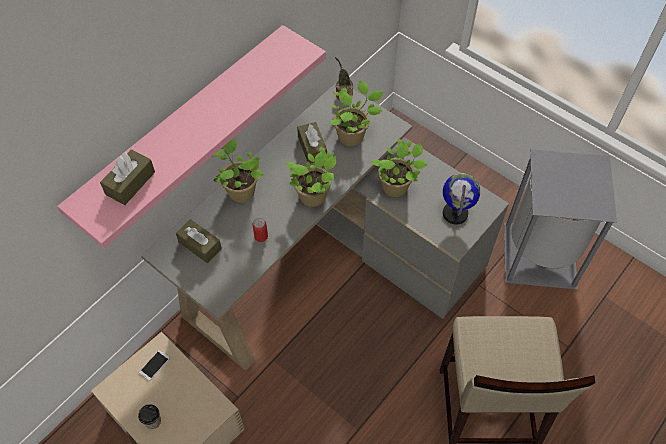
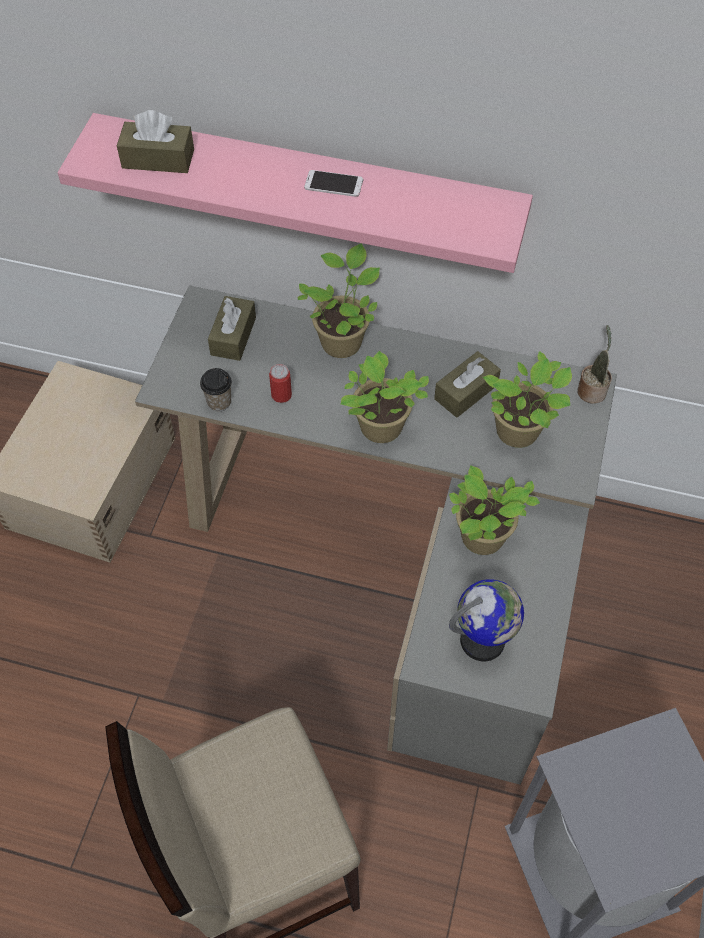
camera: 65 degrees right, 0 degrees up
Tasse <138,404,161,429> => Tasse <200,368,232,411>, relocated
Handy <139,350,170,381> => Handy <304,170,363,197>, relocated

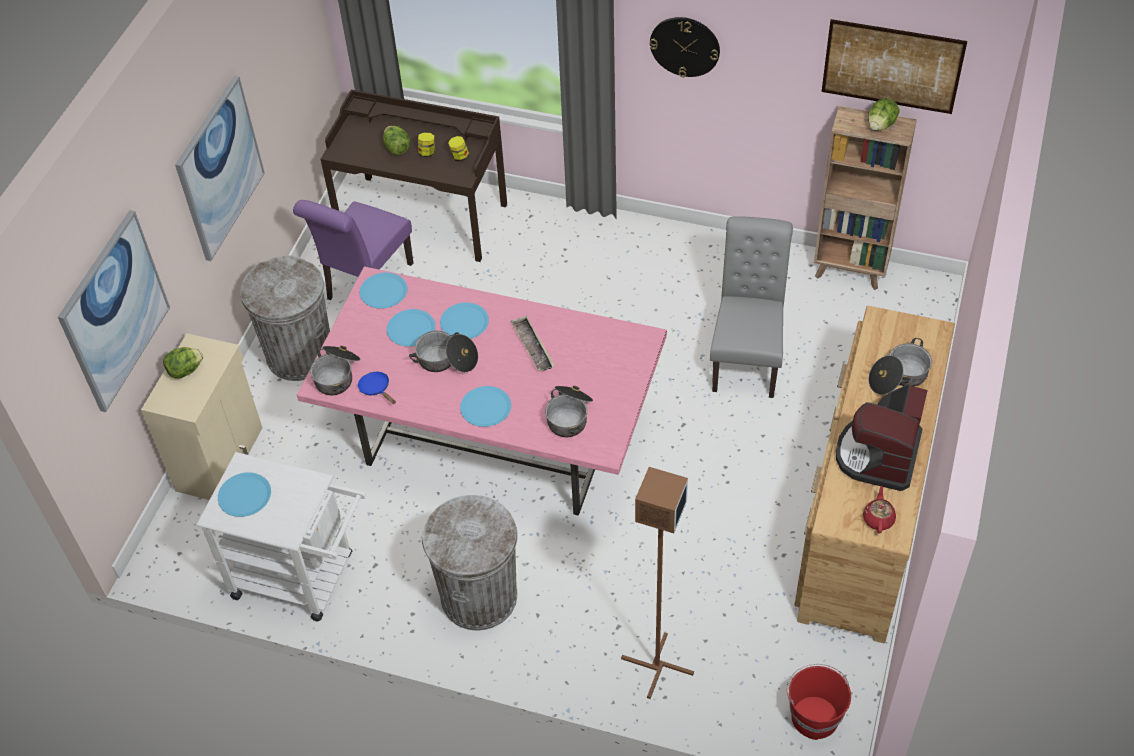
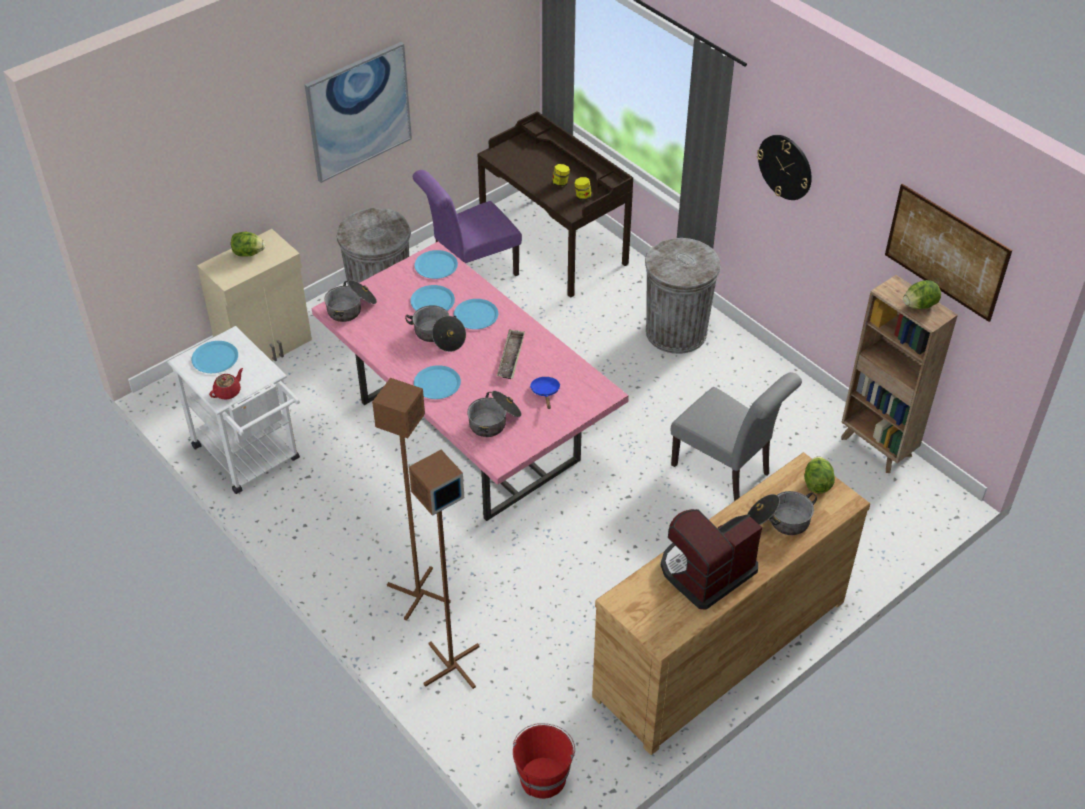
camera: 30 degrees right, 5 degrees down
Bild <58,210,170,412> => nothing
Pfanne (blau) <358,372,396,404> => Pfanne (blau) <530,377,561,409>, relocated
Salatkopf <383,126,410,155> => Salatkopf <804,456,835,494>, relocated
Mülleimer (grau) <422,495,518,630> => Mülleimer (grau) <645,238,720,354>, relocated
Stuhl (grau) <710,216,793,398> => Stuhl (grau) <671,372,802,501>, 90 degrees clockwise
Teekanne (rot) <863,486,896,534> => Teekanne (rot) <209,368,243,400>, relocated
nothing => Stehlampe (braun) <372,378,451,621>

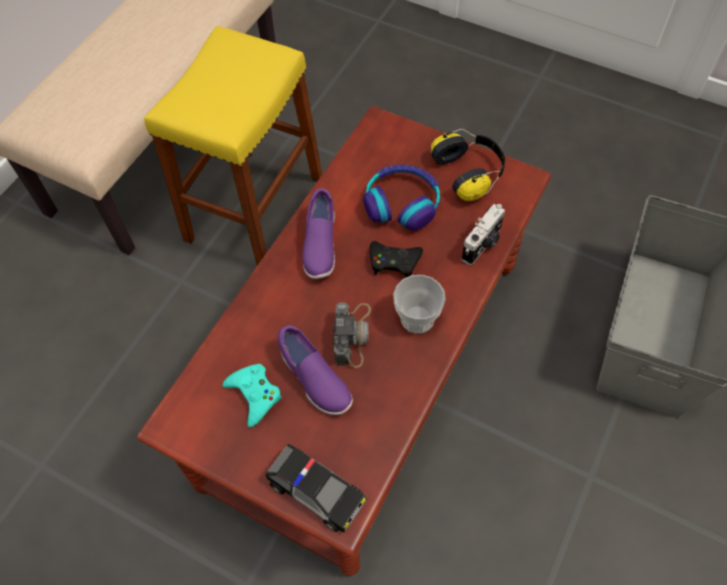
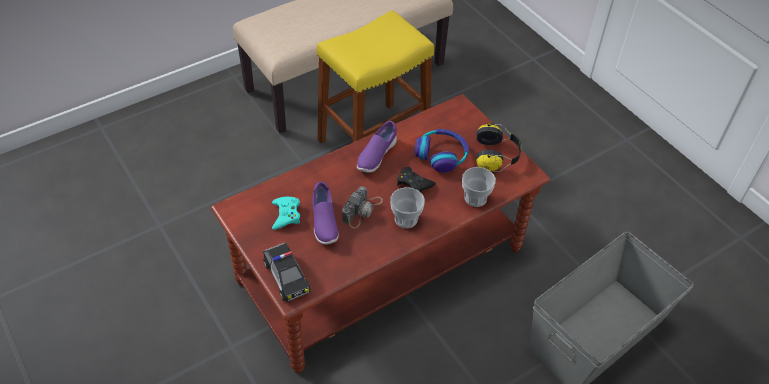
camera: 25 degrees right, 10 degrees down
Kamera <462,204,505,265> => Tasse <462,167,496,207>

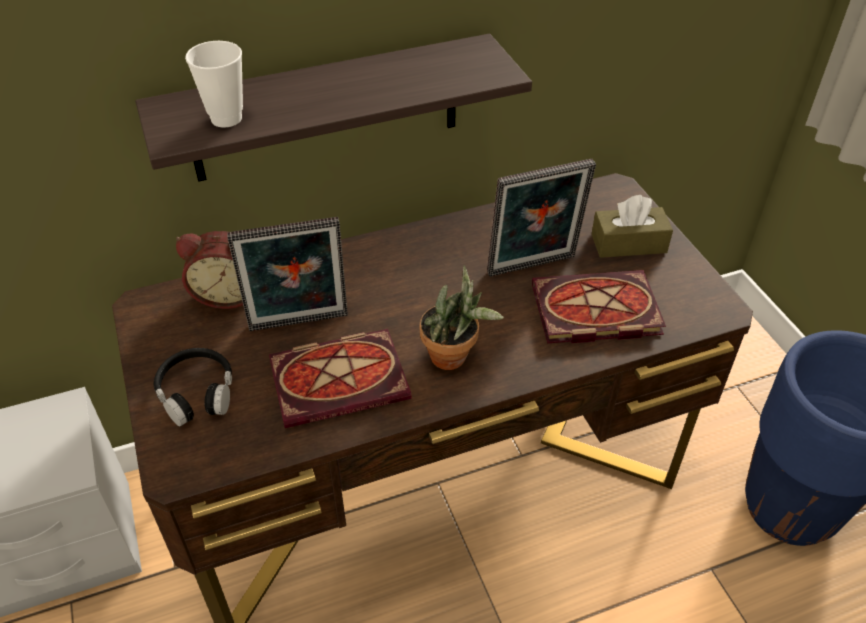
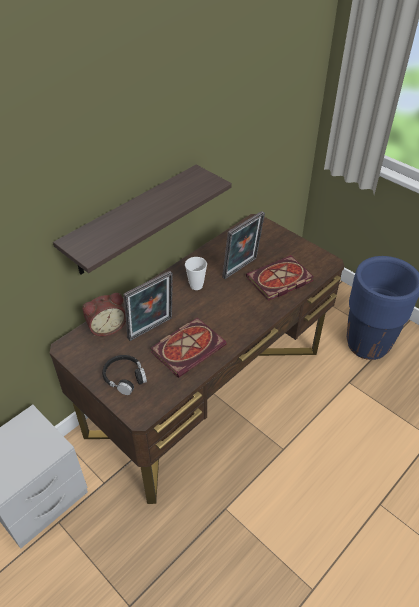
camera: 25 degrees left, 0 degrees up
Tasse <185,41,243,128> => Tasse <185,257,207,290>, relocated
Topfpflanze <419,266,504,370> => nothing
Taschentuchbox (braun) <592,195,673,258> => nothing

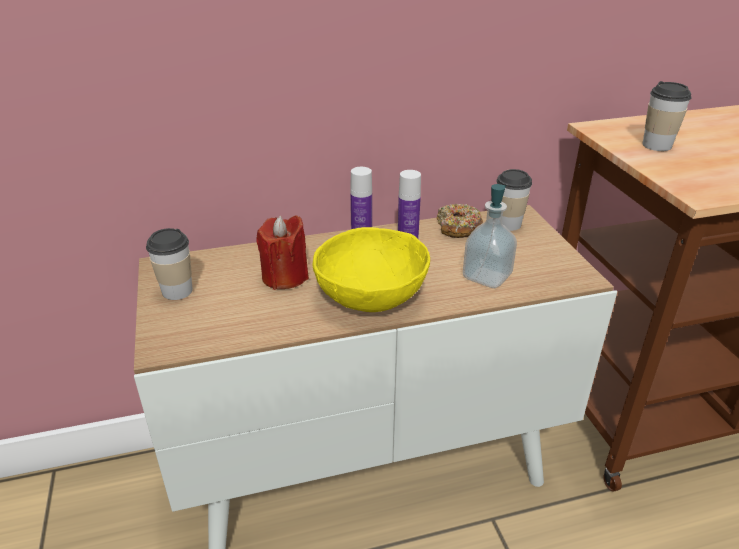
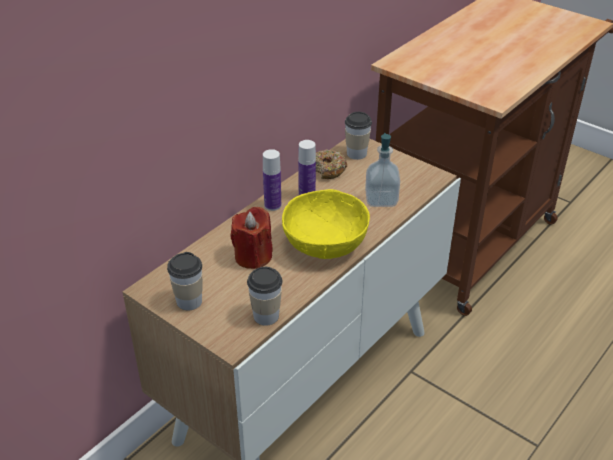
camera: 35 degrees left, 5 degrees up
Tasse <643,81,692,151> => Tasse <247,267,283,326>, relocated

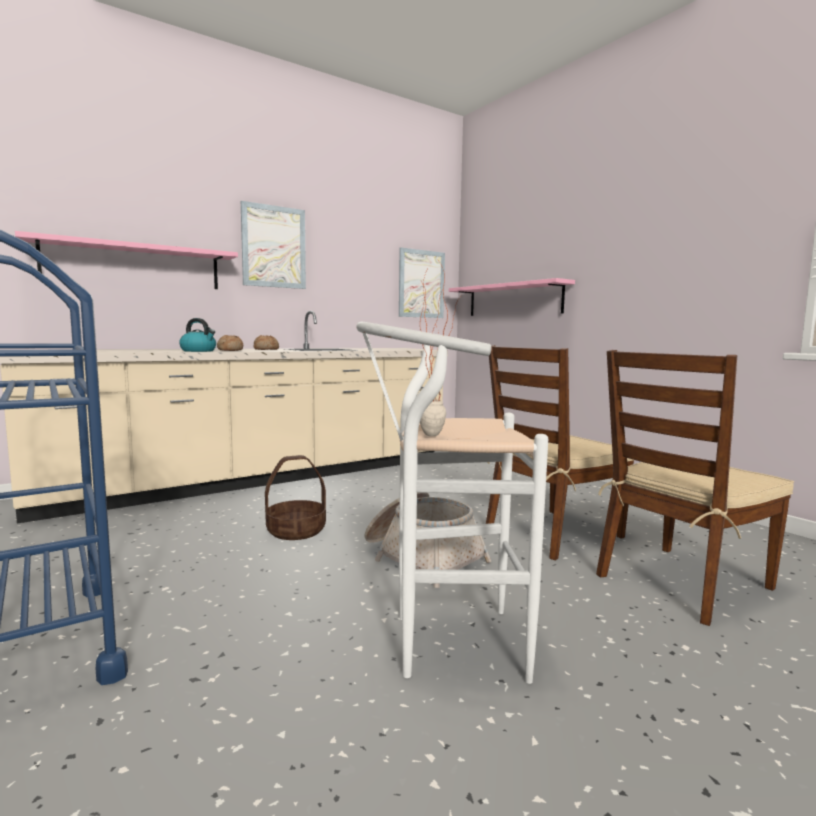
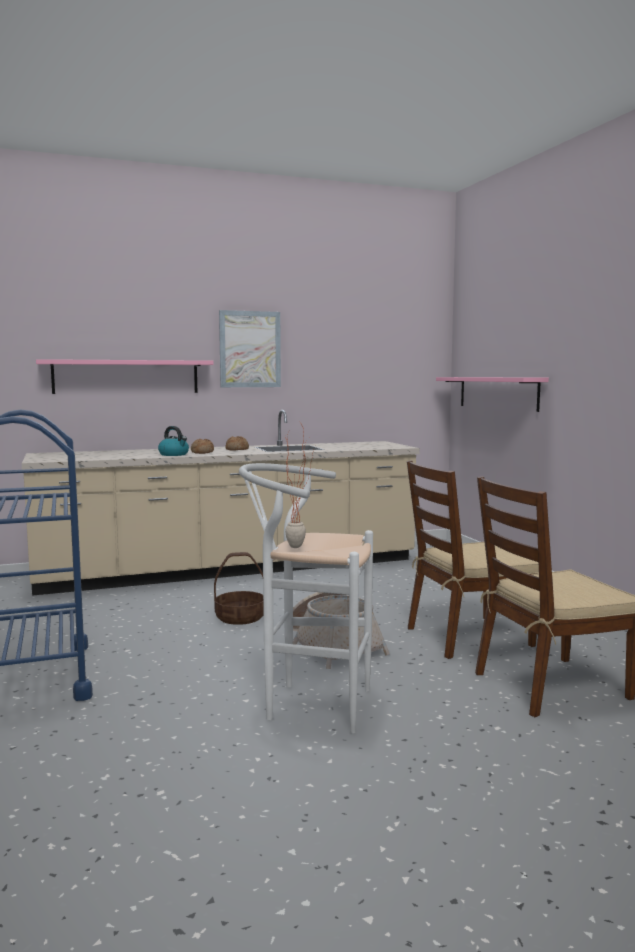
camera: 15 degrees right, 0 degrees up
Bild <399,248,445,318> => nothing

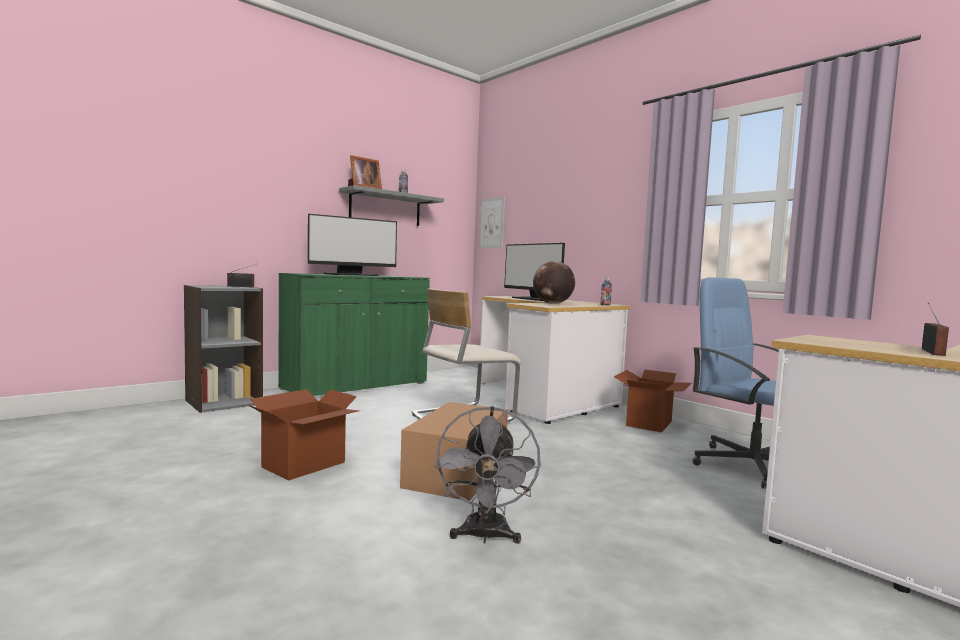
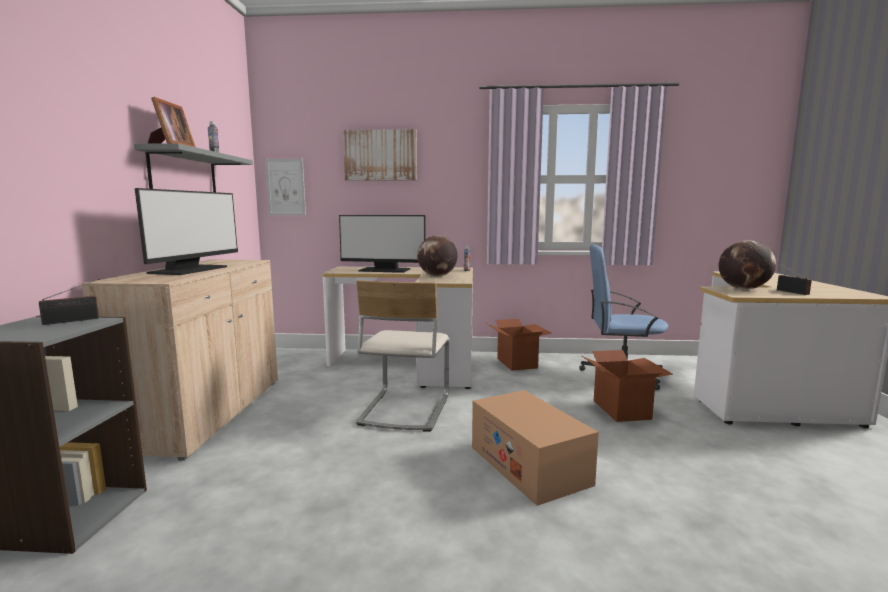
camera: 45 degrees left, 5 degrees up
Karton <247,389,360,480> => Karton <582,350,673,422>, relocated
Schrank (grün) <278,273,430,396> => Schrank (beige) <81,260,278,461>
Ventilator (grau) <434,406,541,544> => nothing
nothing => Bild <343,129,417,181>
nothing => Globus <719,240,776,289>

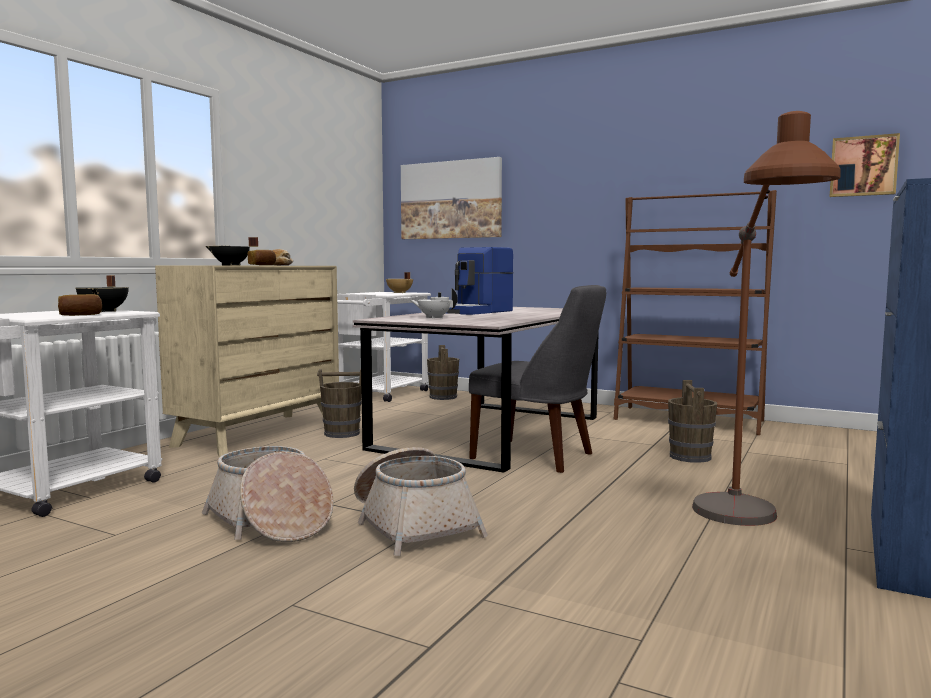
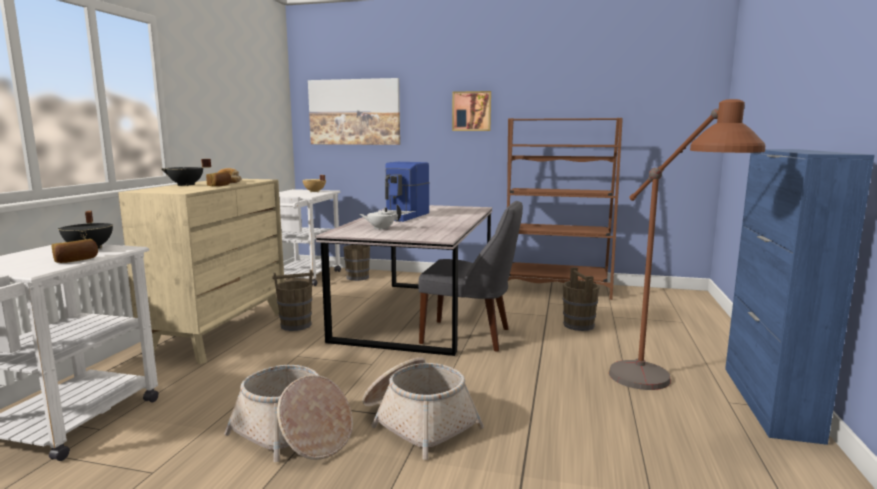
camera: 15 degrees left, 5 degrees up
Bild <830,133,900,197> => Bild <452,91,491,131>, relocated

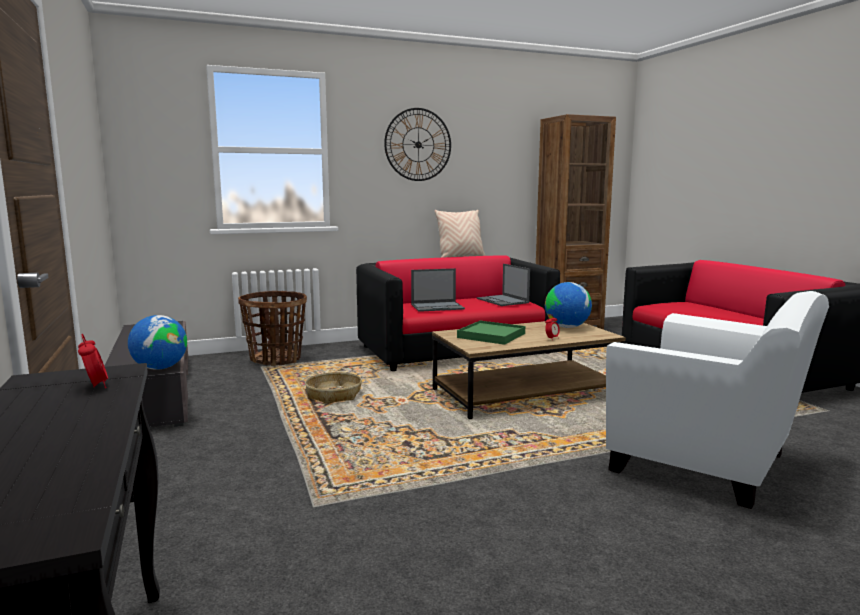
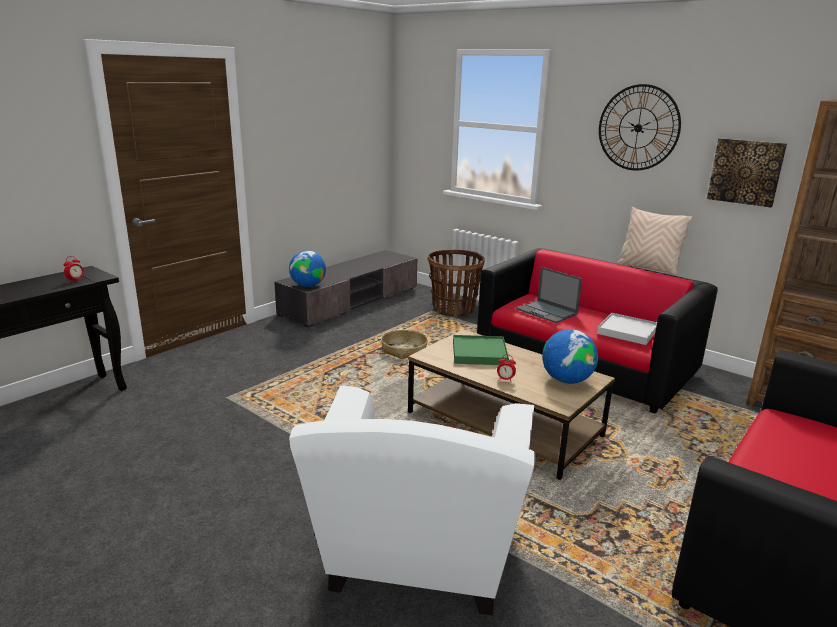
camera: 60 degrees right, 10 degrees up
Laptop <477,264,530,306> => Tablett (weiß) <597,313,657,345>
nothing => Bild <707,138,787,208>

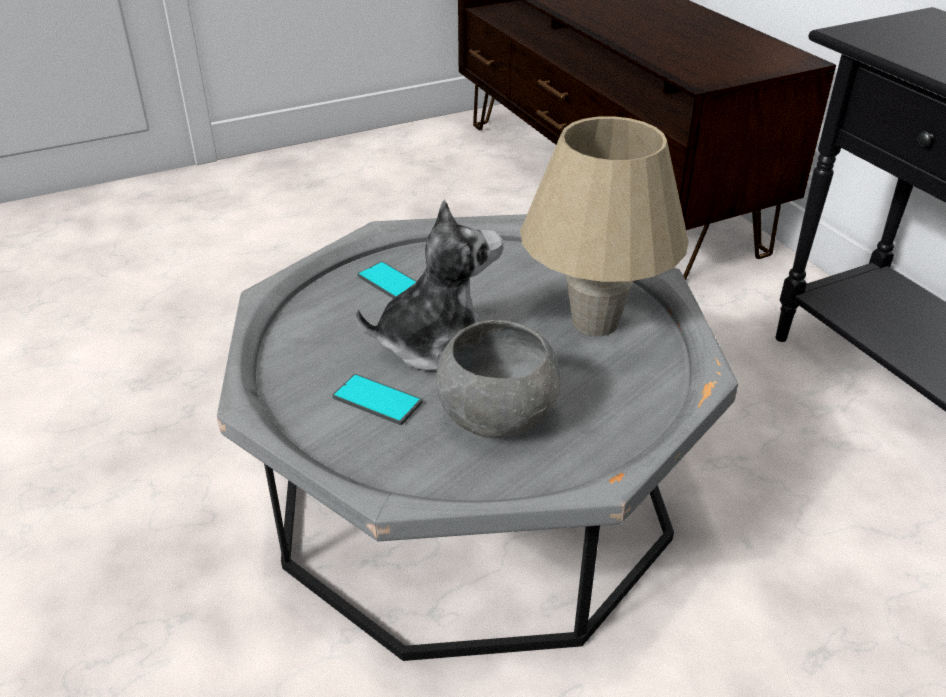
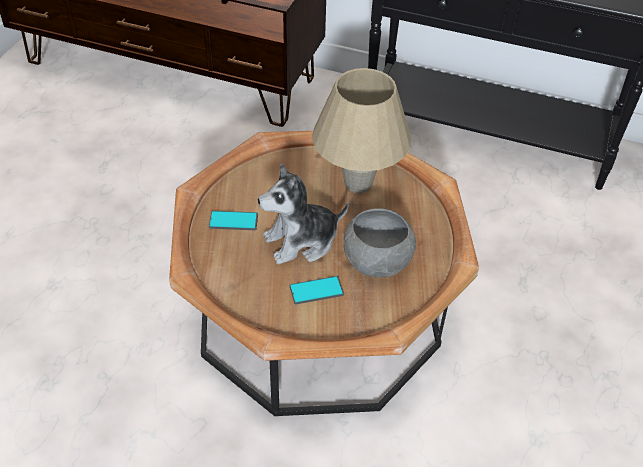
camera: 45 degrees left, 10 degrees up
Couchtisch (grau) <217,214,738,661> => Couchtisch (braun) <169,131,479,416>
Plüschtier <356,200,503,371> => Plüschtier <258,163,349,265>, 135 degrees counterclockwise

